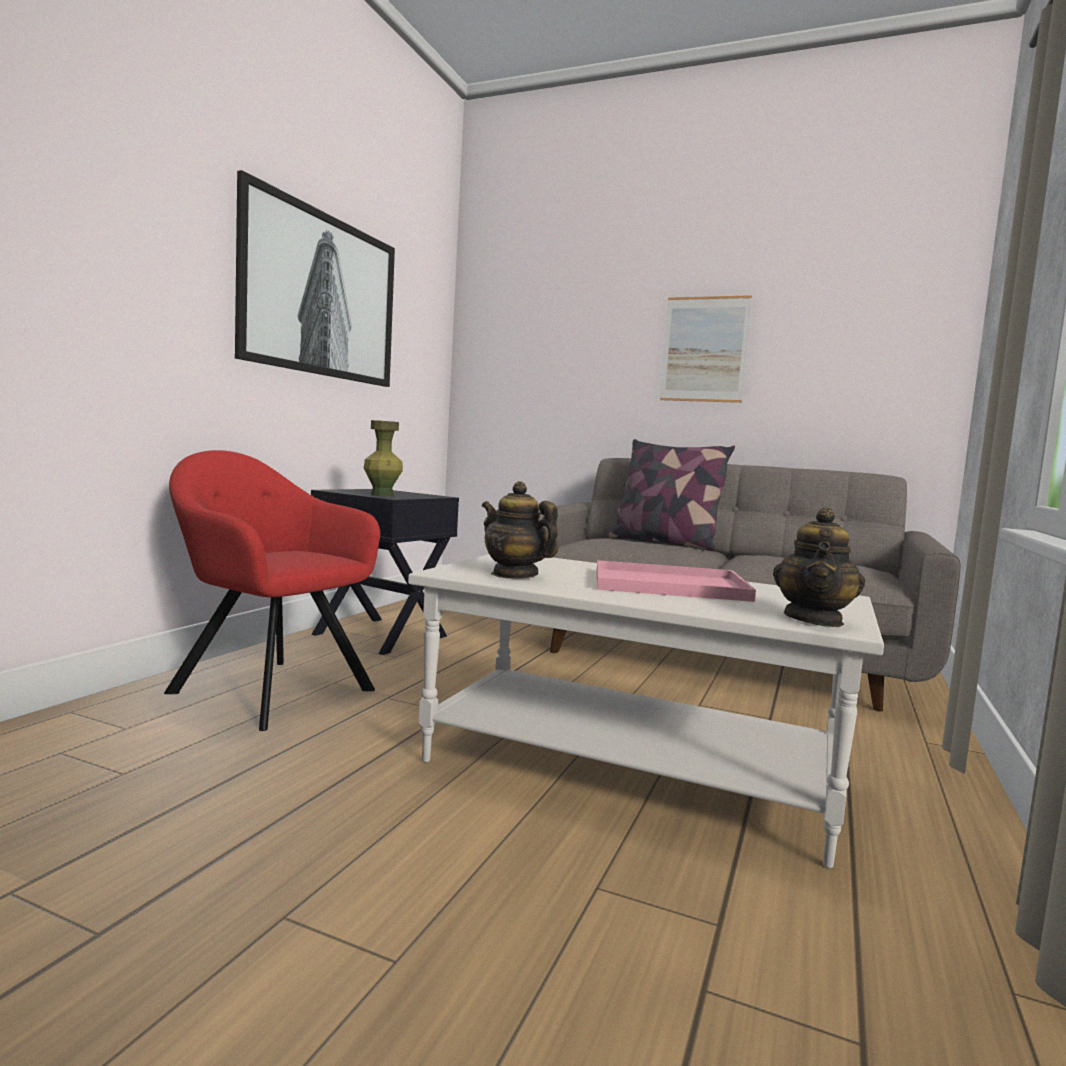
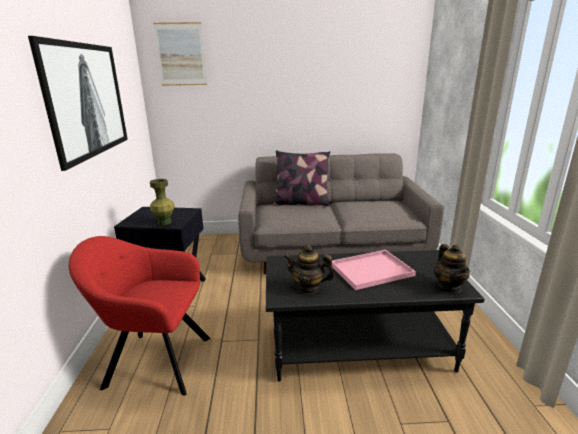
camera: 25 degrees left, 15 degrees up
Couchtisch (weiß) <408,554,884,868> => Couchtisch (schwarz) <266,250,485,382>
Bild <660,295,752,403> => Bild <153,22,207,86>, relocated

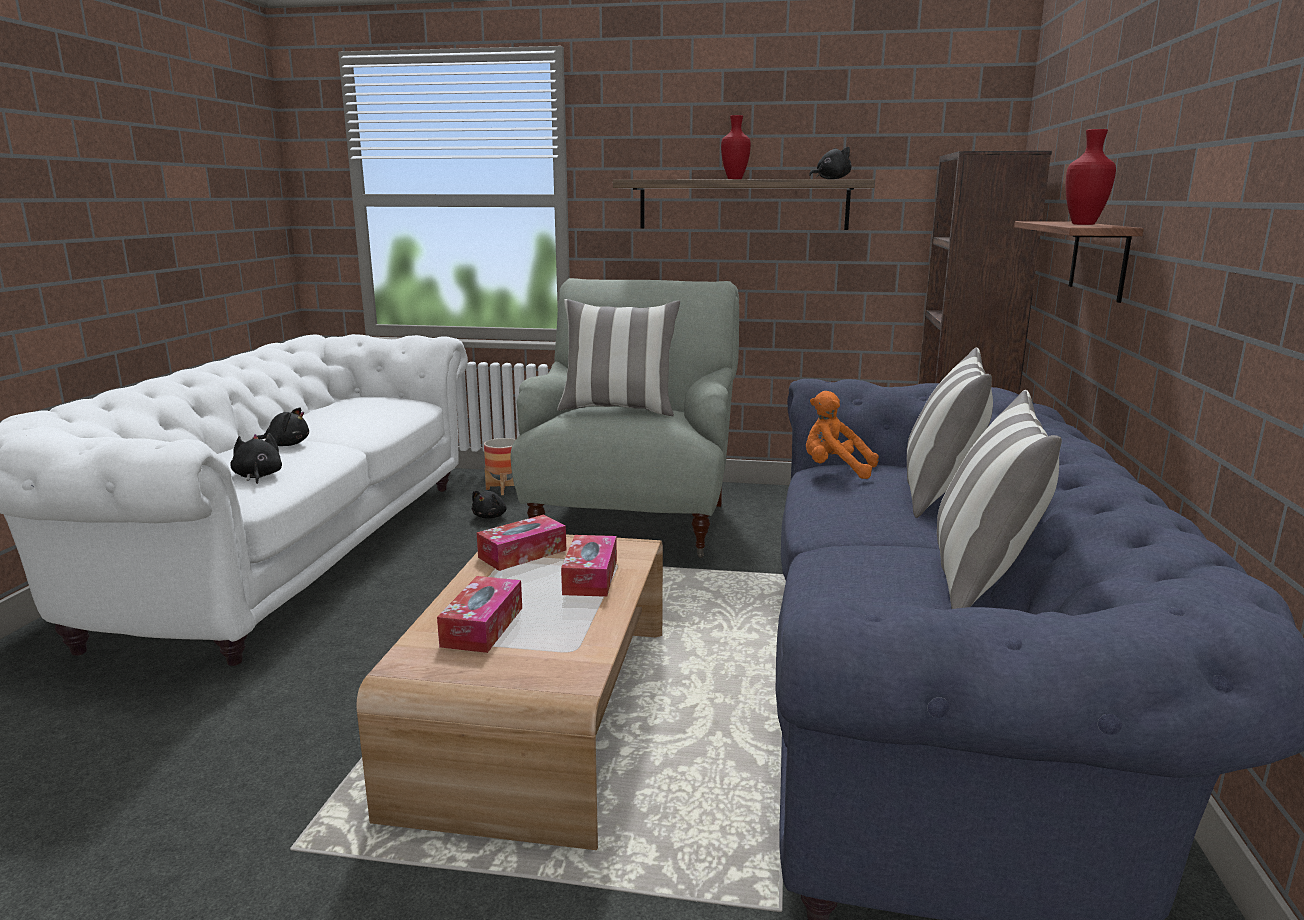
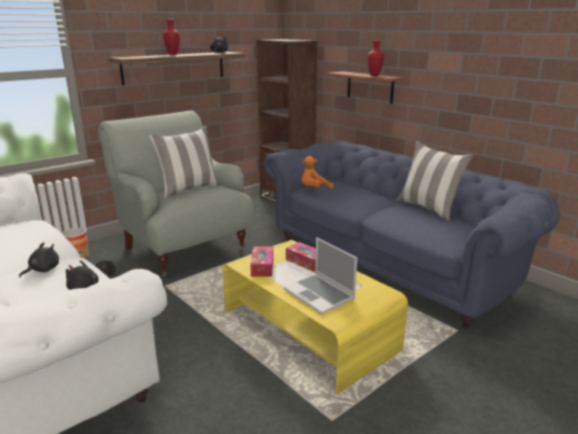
camera: 50 degrees left, 5 degrees up
Couchtisch (braun) <357,534,663,850> => Couchtisch (gelb) <223,240,408,394>
Taschentuchbox <437,576,522,653> => Laptop <284,237,357,314>
Kissen <907,347,993,518> => nothing

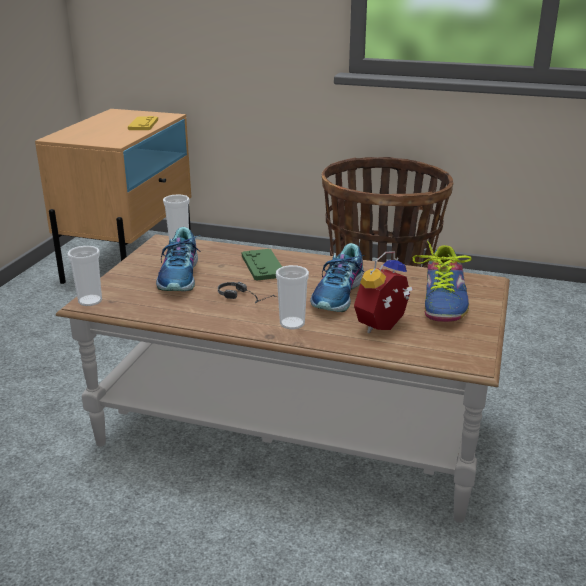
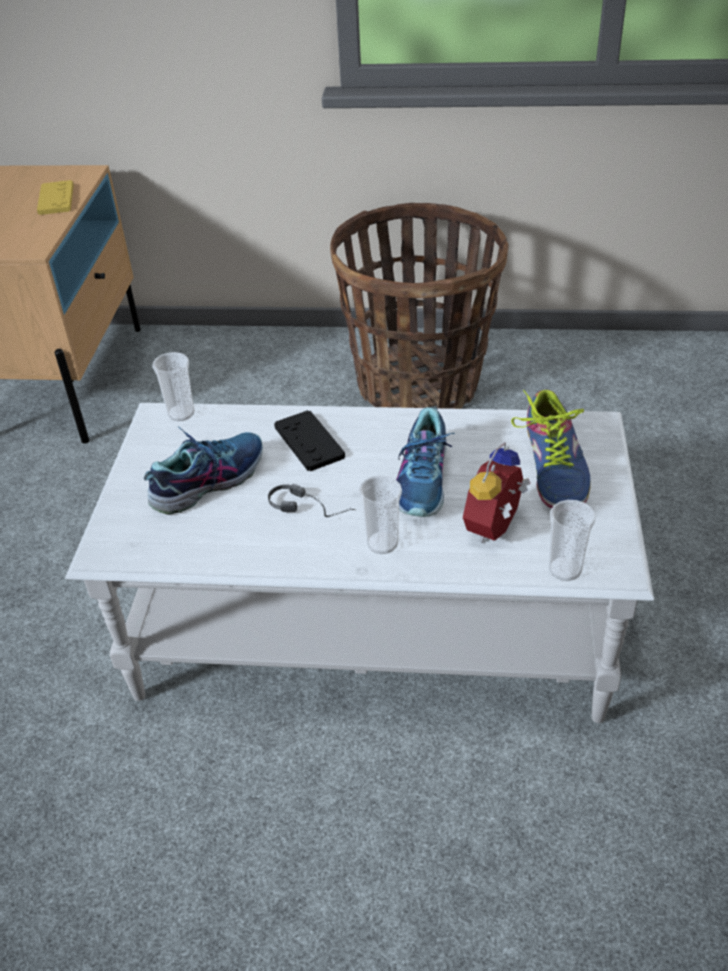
camera: 10 degrees left, 15 degrees up
Couchtisch (braun) <56,234,510,523> => Couchtisch (weiß) <65,403,654,723>
Tasse <67,246,102,306> => Tasse <549,500,596,581>, relocated
Schuh <156,227,201,291> => Schuh <144,427,263,515>, 120 degrees counterclockwise
Gamepad (grün) <242,249,282,281> => Gamepad (schwarz) <274,410,345,471>

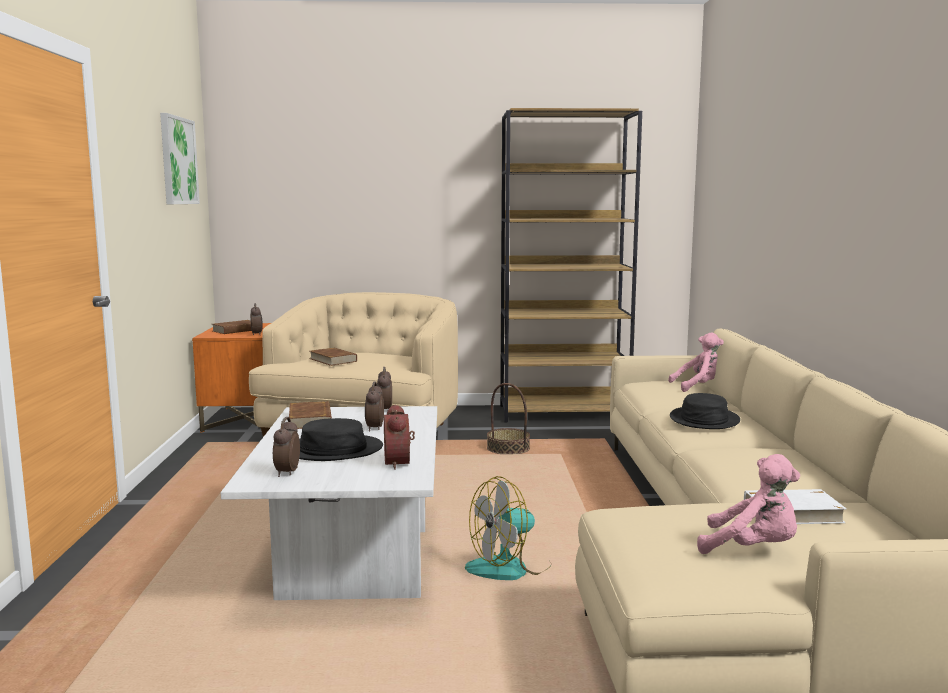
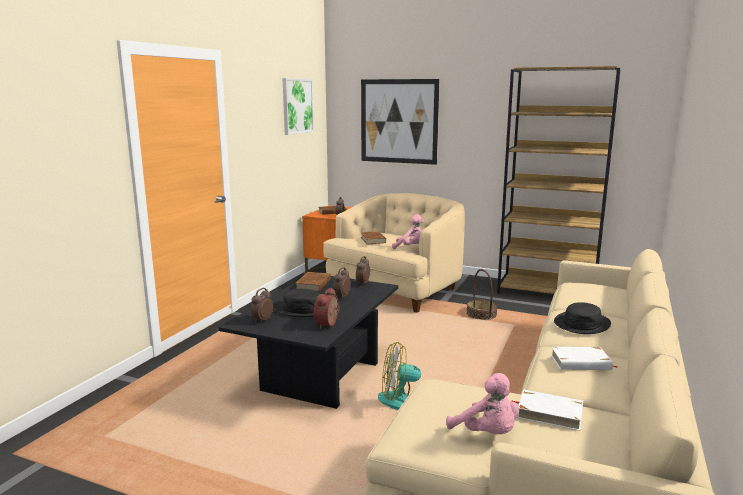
camera: 25 degrees right, 5 degrees up
Couchtisch (weiß) <221,406,437,600> => Couchtisch (schwarz) <219,276,398,409>
Plüschtier (rosa) <668,332,724,392> => Plüschtier (rosa) <392,214,424,250>, relocated
nothing => Bild <361,79,440,165>
nothing => Buch (weiß) <551,347,618,370>

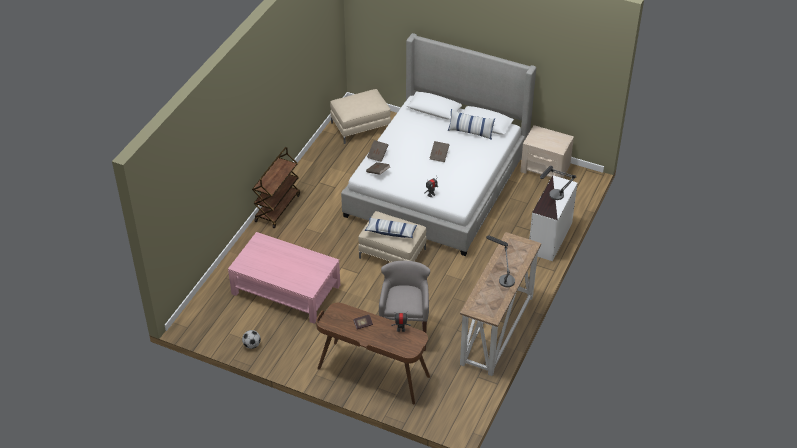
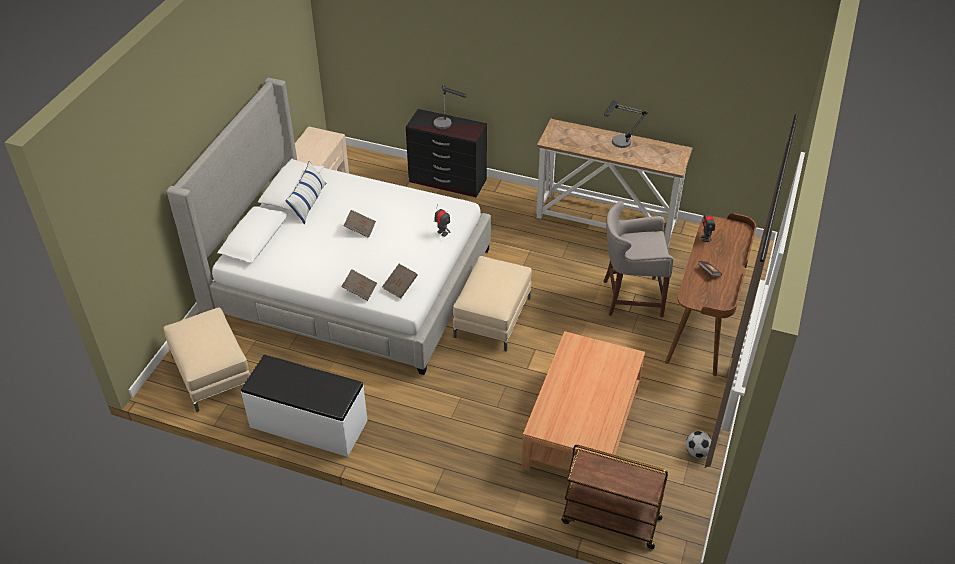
camera: 95 degrees left, 0 degrees up
Couchtisch (rosa) <228,232,340,324> => Couchtisch (braun) <521,331,645,471>
Rollwagen (braun) <252,147,300,228> => Rollwagen (braun) <561,445,668,549>, relocated
Kissen <364,218,417,238> => nothing
Kommode (weiß) <529,175,578,261> => Kommode (schwarz) <406,109,487,198>
nothing => Bank (weiß) <241,355,368,457>

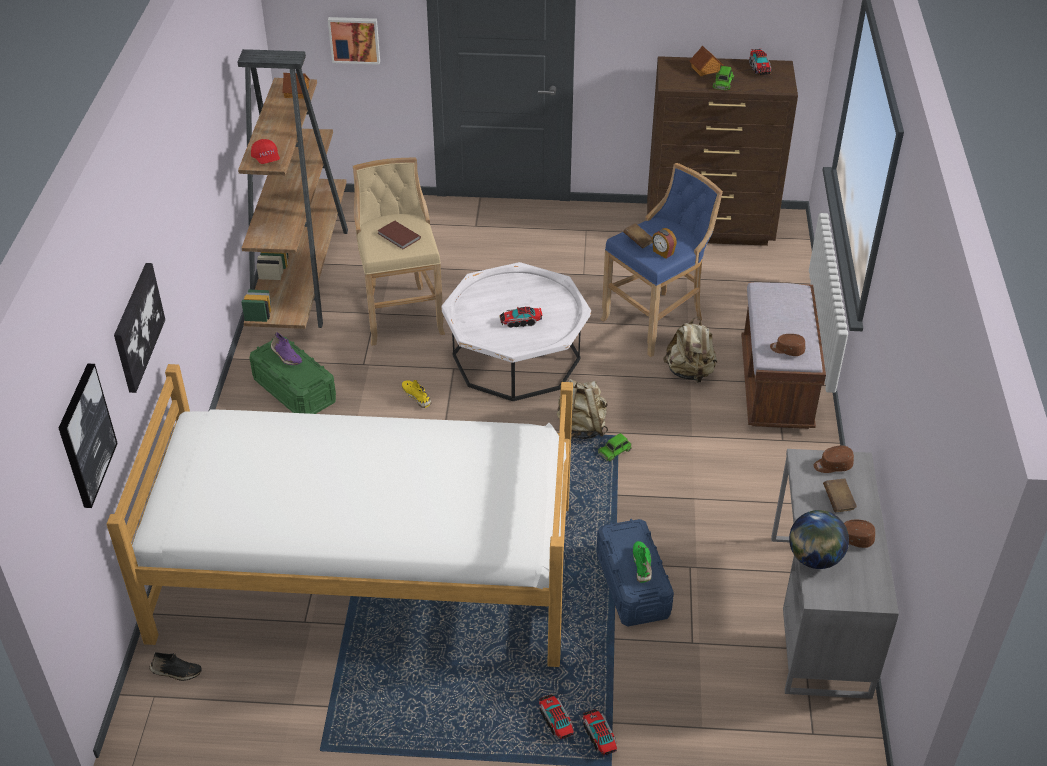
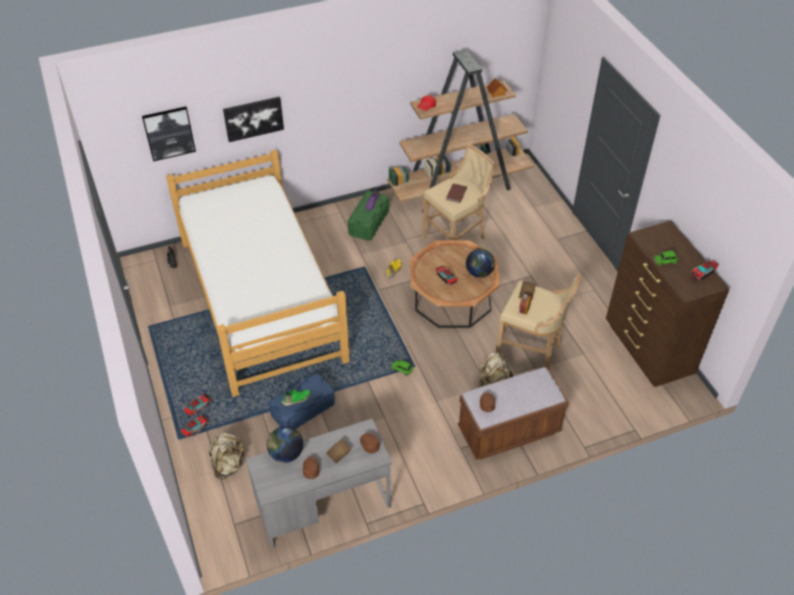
camera: 65 degrees right, 5 degrees up
Bild <328,17,380,65> => nothing
Couchtisch (weiß) <441,262,591,401> => Couchtisch (braun) <410,240,500,328>
Rucksack (beige) <557,379,608,439> => Rucksack (beige) <208,433,246,479>, relocated
Hocker (blau) <600,163,723,357> => Hocker (beige) <496,273,581,371>
Spielzeughaus <689,46,723,76> => nothing
nothing => Globus <466,249,495,278>

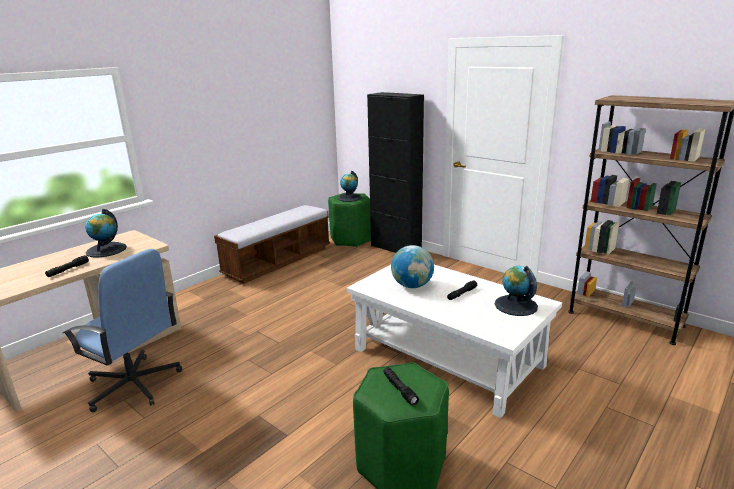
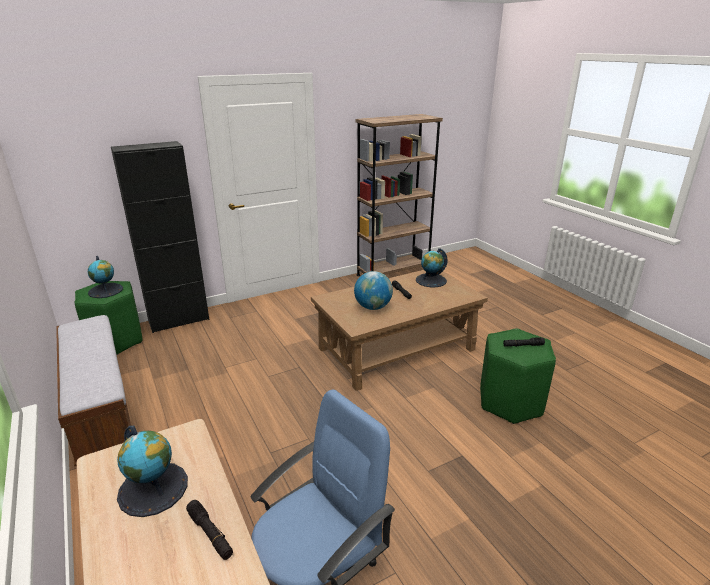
camera: 70 degrees left, 5 degrees up
Couchtisch (weiß) <346,265,562,418> => Couchtisch (braun) <311,270,488,391>

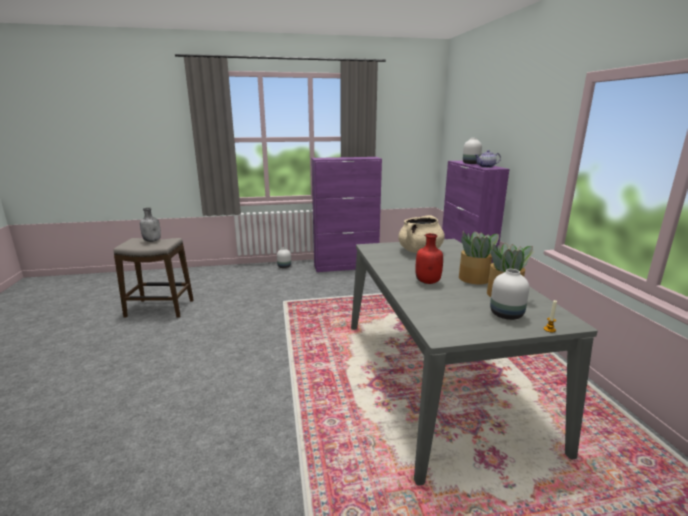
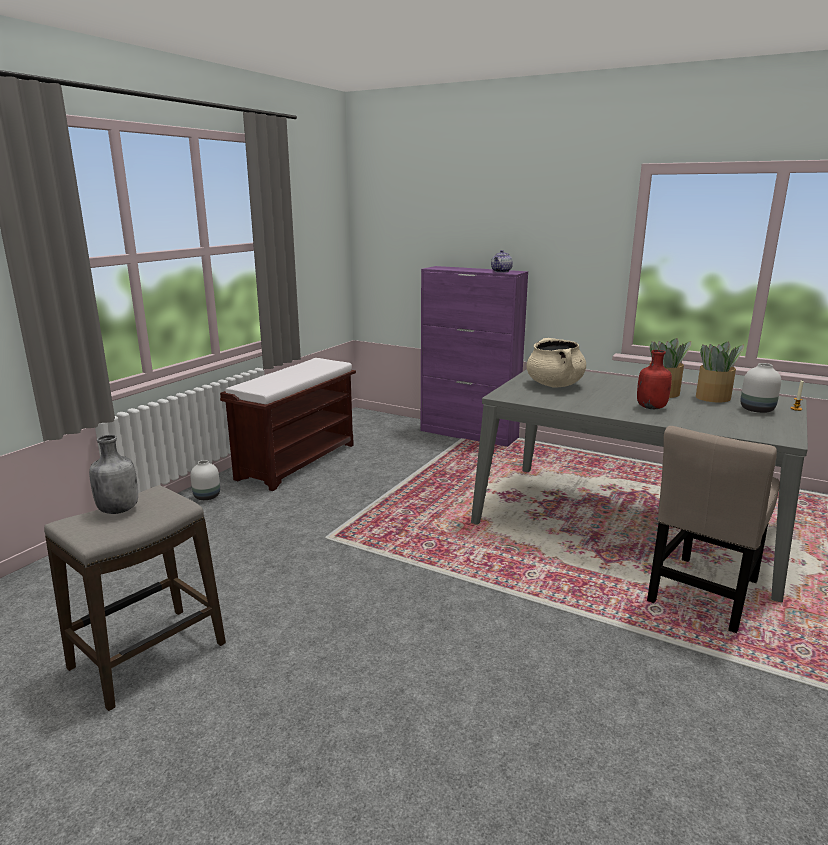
camera: 50 degrees left, 0 degrees up
Schrank (lila) <311,157,382,272> => Bank (braun) <220,358,356,491>
Vase (weiß) <463,138,482,164> => nothing
nothing => Stuhl (beige) <647,426,780,633>

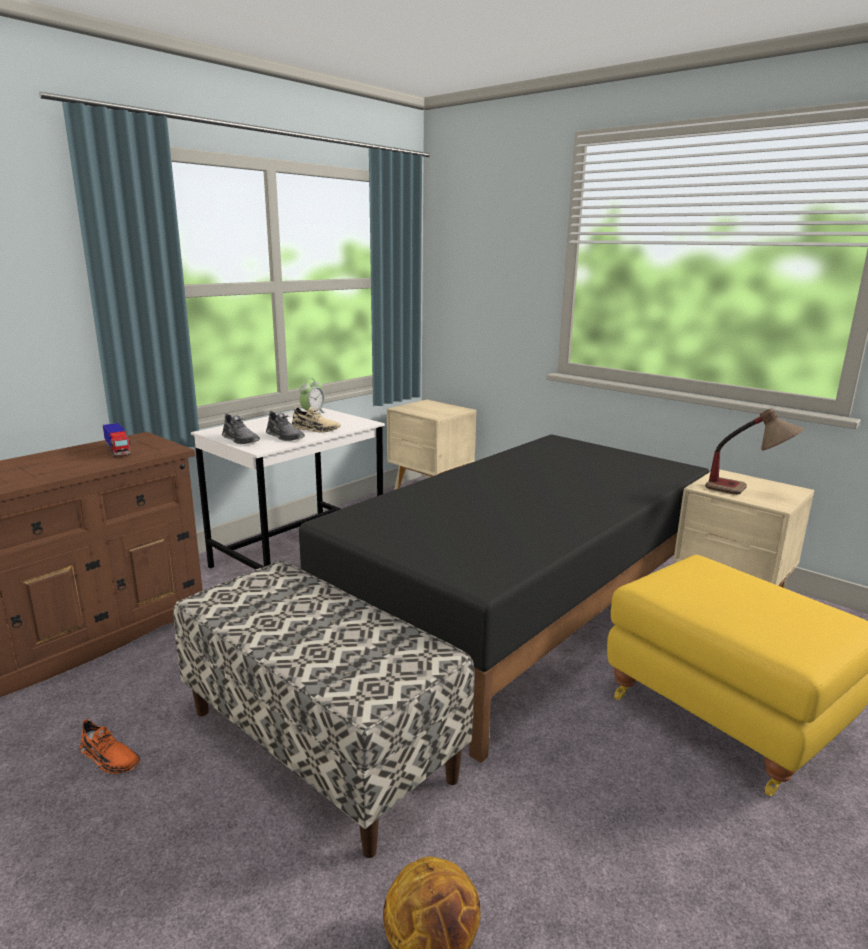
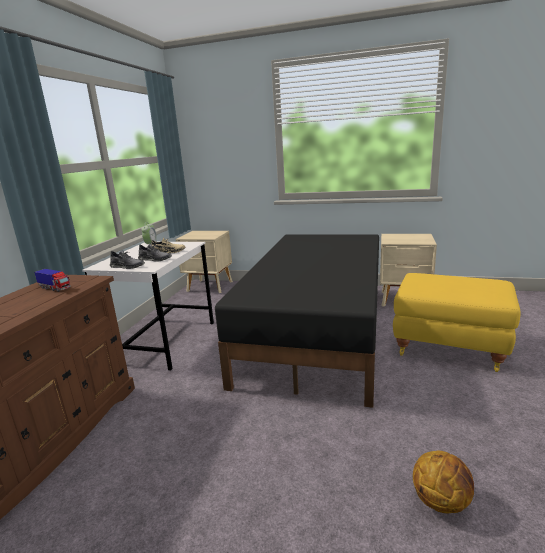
camera: 25 degrees left, 0 degrees up
Schuh (orange) <79,719,140,774> => nothing
Bank <173,561,475,858> => nothing
Tischlampe <705,408,805,495> => nothing

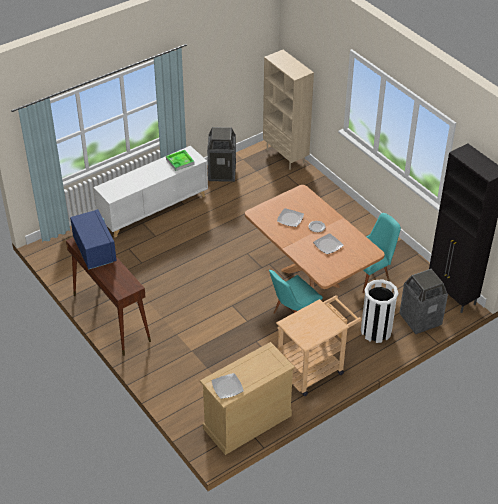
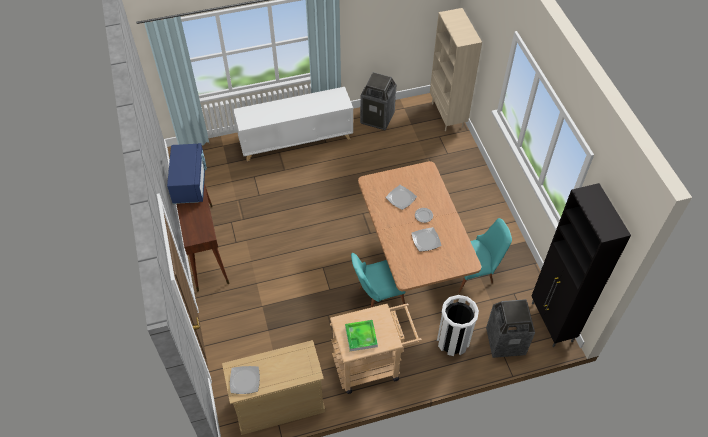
camera: 20 degrees right, 10 degrees up
Tablett <166,150,195,171> => Tablett <345,320,378,351>, relocated

